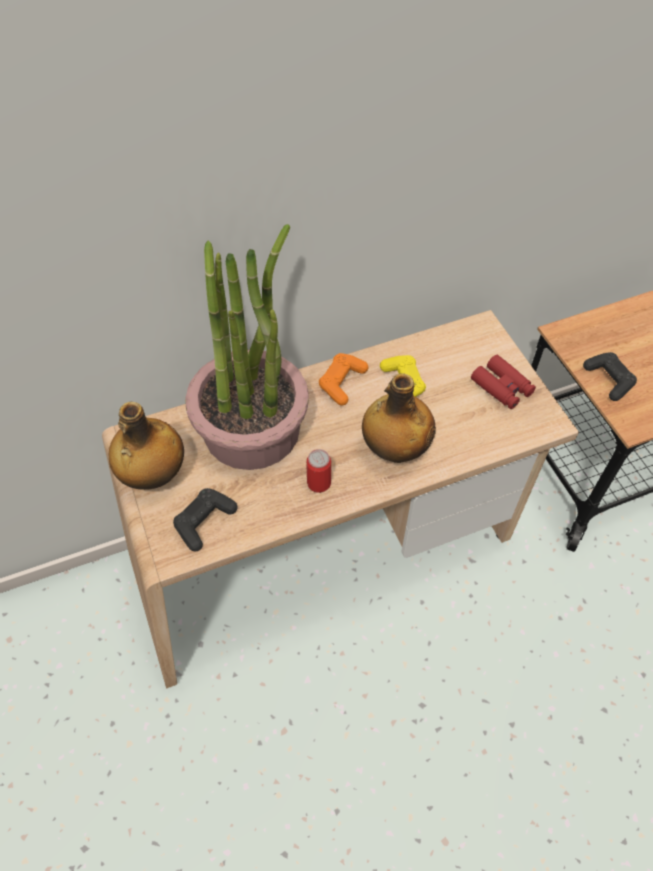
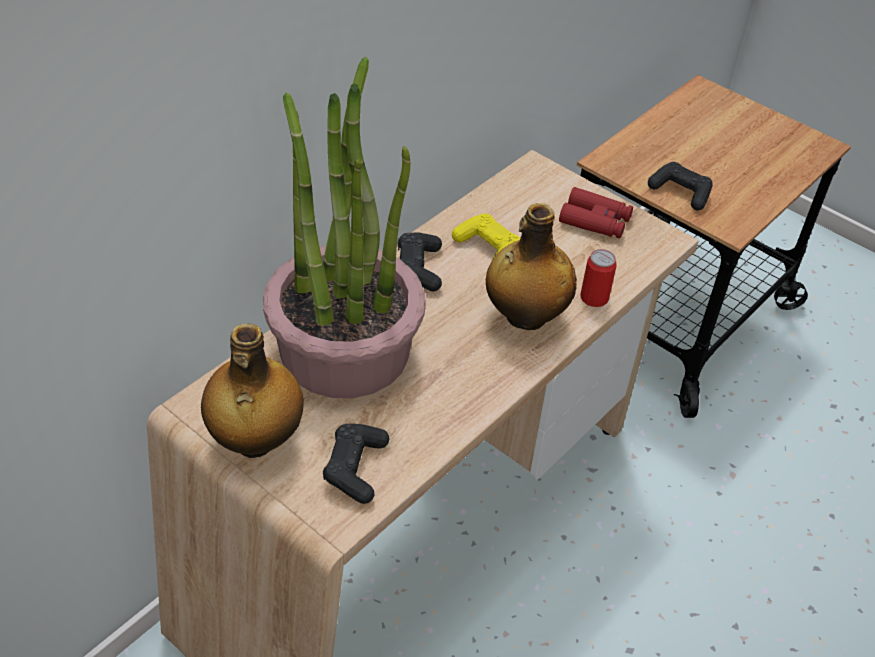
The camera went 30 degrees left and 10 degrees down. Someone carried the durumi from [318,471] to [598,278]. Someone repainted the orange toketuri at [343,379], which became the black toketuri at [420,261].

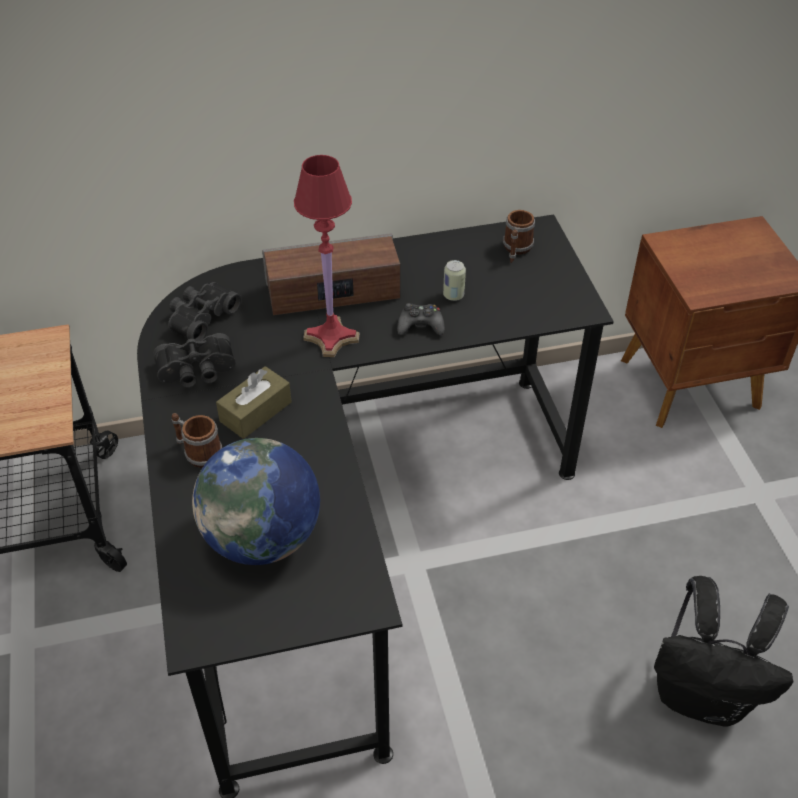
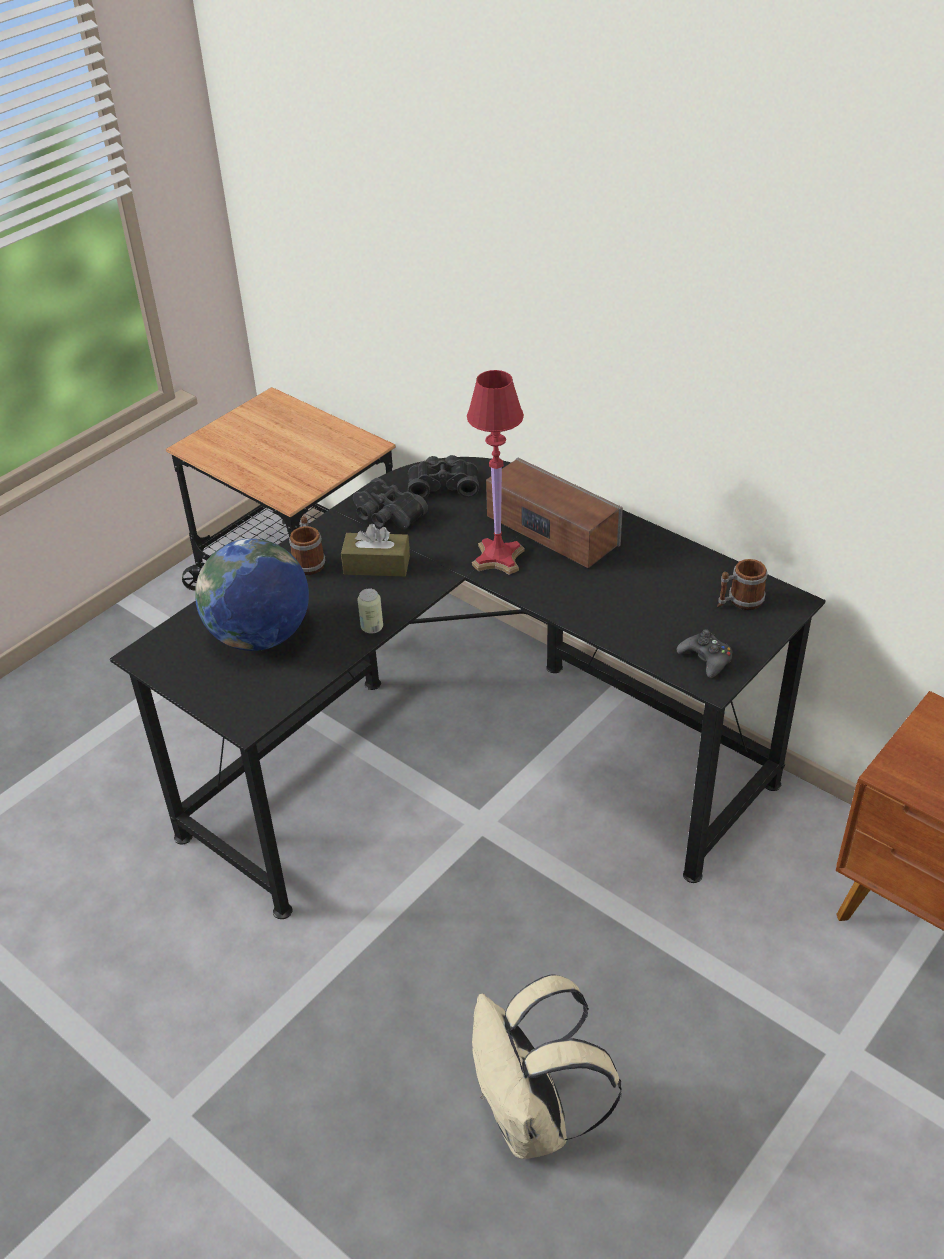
The camera went 55 degrees right and 5 degrees down. Someone carried the black toketuri from [421,319] to [705,653]. Someone carried the durumi from [454,280] to [370,611]. Someone repainted the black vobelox at [723,651], which became the beige vobelox at [546,1066].

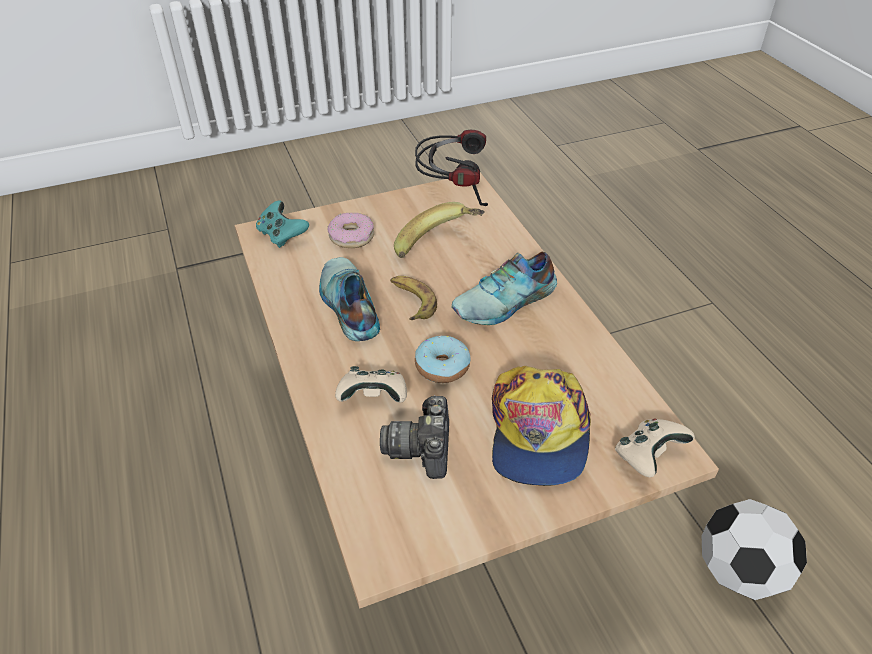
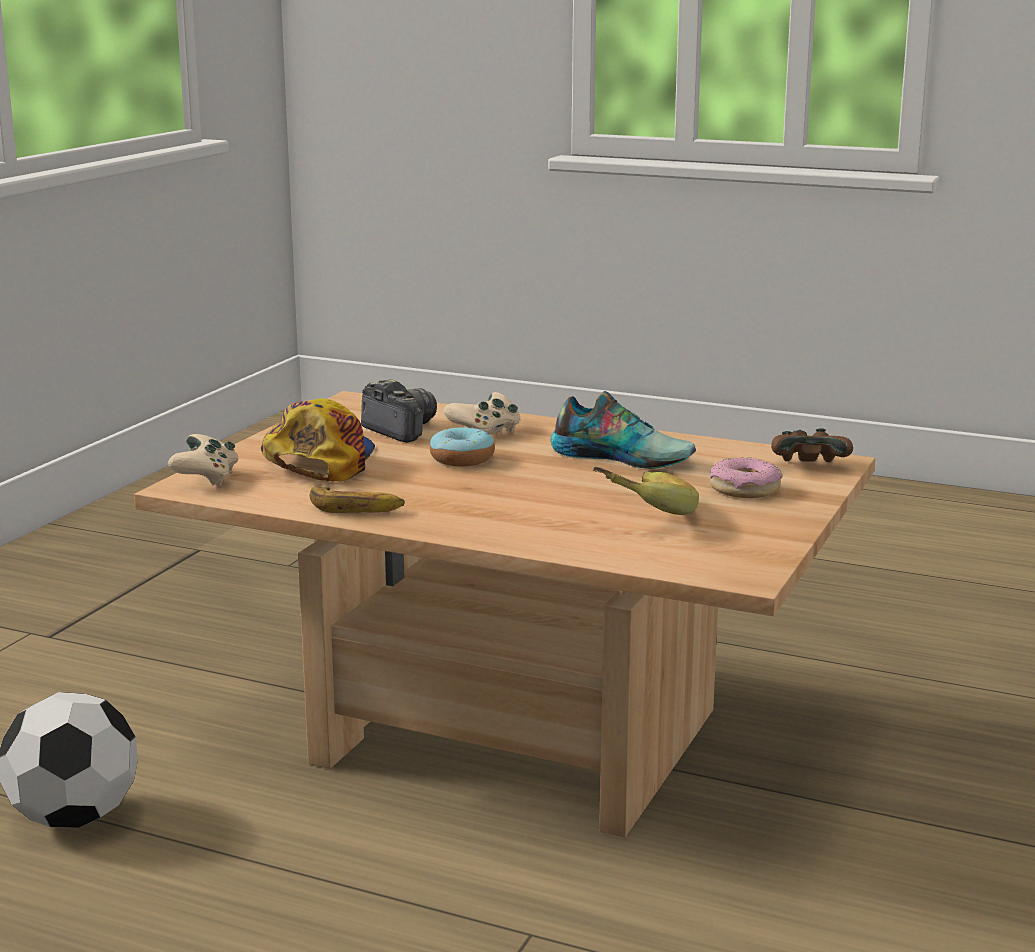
The camera went 135 degrees right and 25 degrees down. Someone repainted the turquoise toketuri at [282,224], which became the brown toketuri at [812,445]. Someone carried the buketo from [413,298] to [357,500]. Someone took away the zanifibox at [451,168]. Someone took away the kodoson at [504,288]. Someone rotated the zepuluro at [541,426] by 45 degrees clockwise.

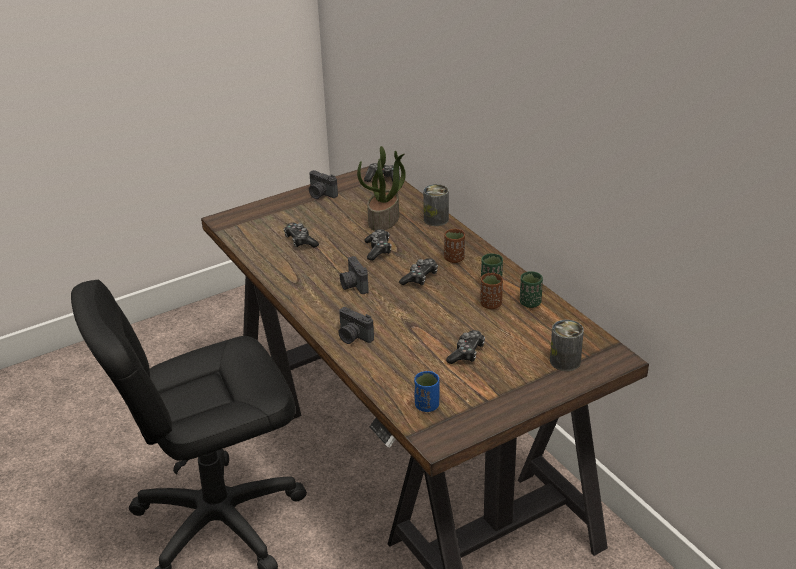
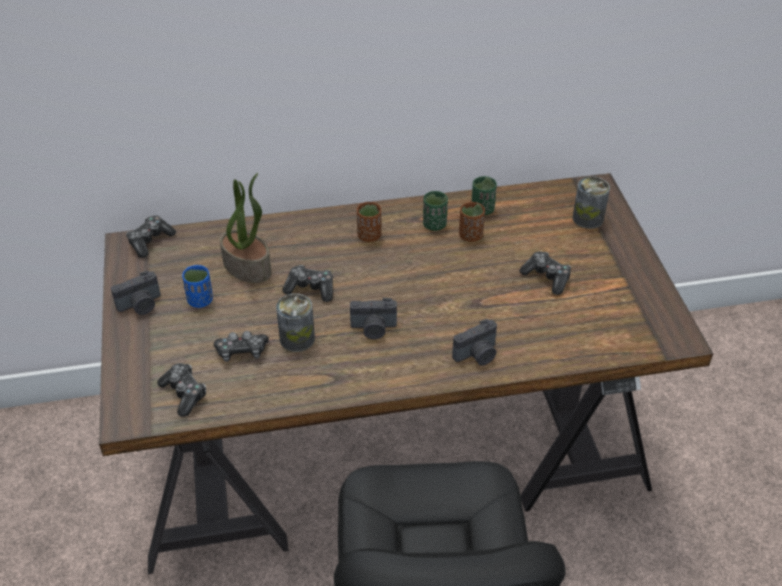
The camera went 70 degrees left and 10 degrees up. Someone carried the toketuri from [418,271] to [181,390]. Someone carried the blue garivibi from [426,391] to [197,286]. Someone carried the durumi from [436,205] to [295,322].

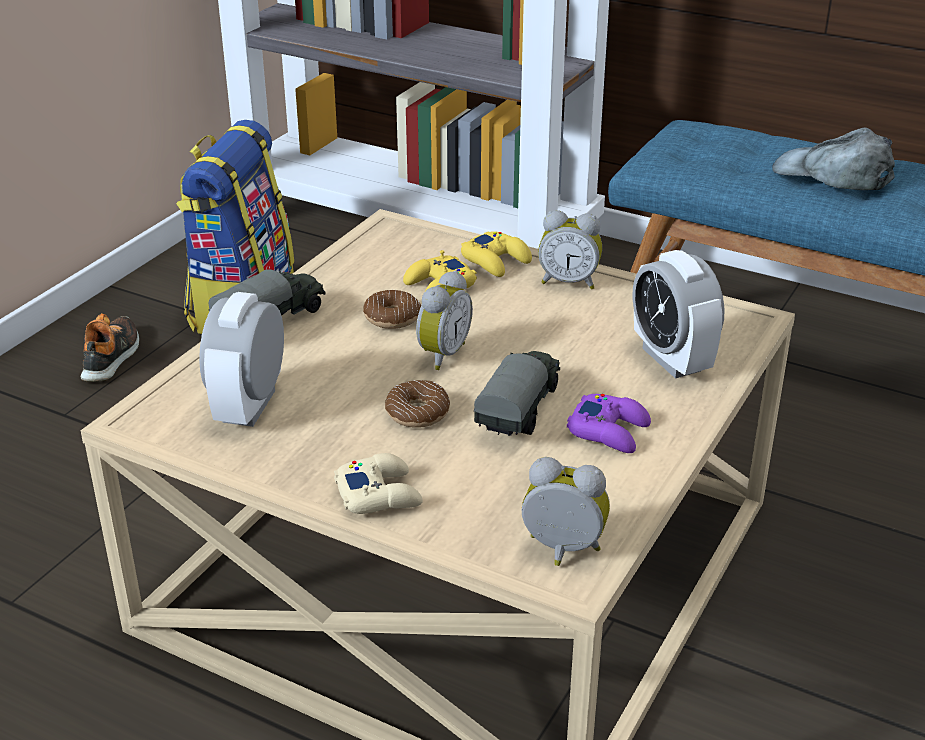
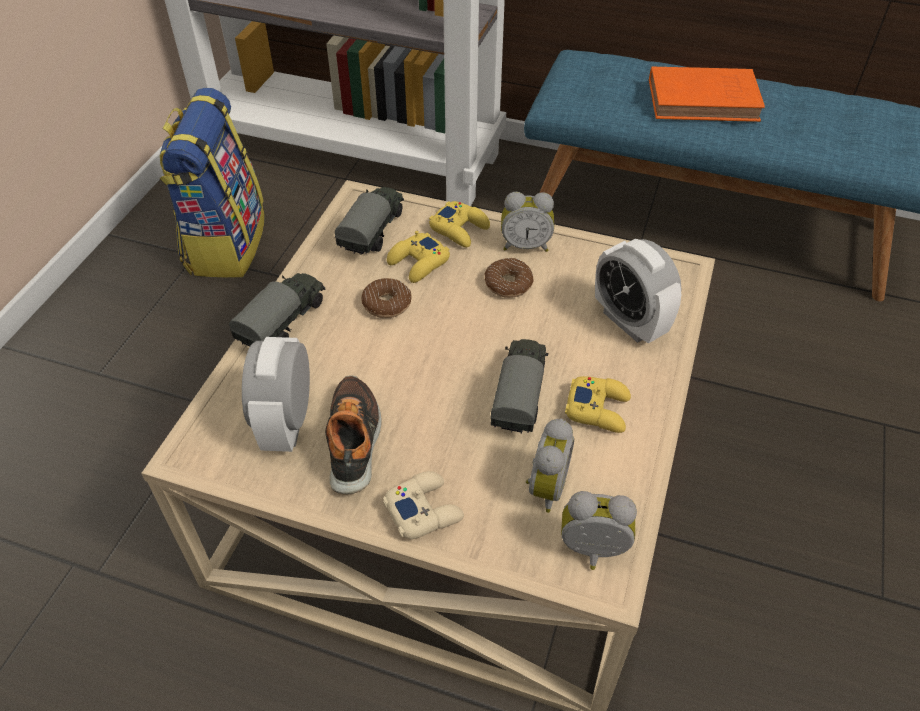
The camera went 10 degrees left and 15 degrees up. Someone carried the kodoson from [110,347] to [353,434]. Someone carried the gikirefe from [417,404] to [509,278]. Someone carried the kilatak from [444,320] to [550,466]. Someone repainted the purple toketuri at [609,423], which became the yellow toketuri at [598,404]. Someone swapped the grey zepuluro at [833,159] for the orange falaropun at [707,94]. Someone put down the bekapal at [369,221].

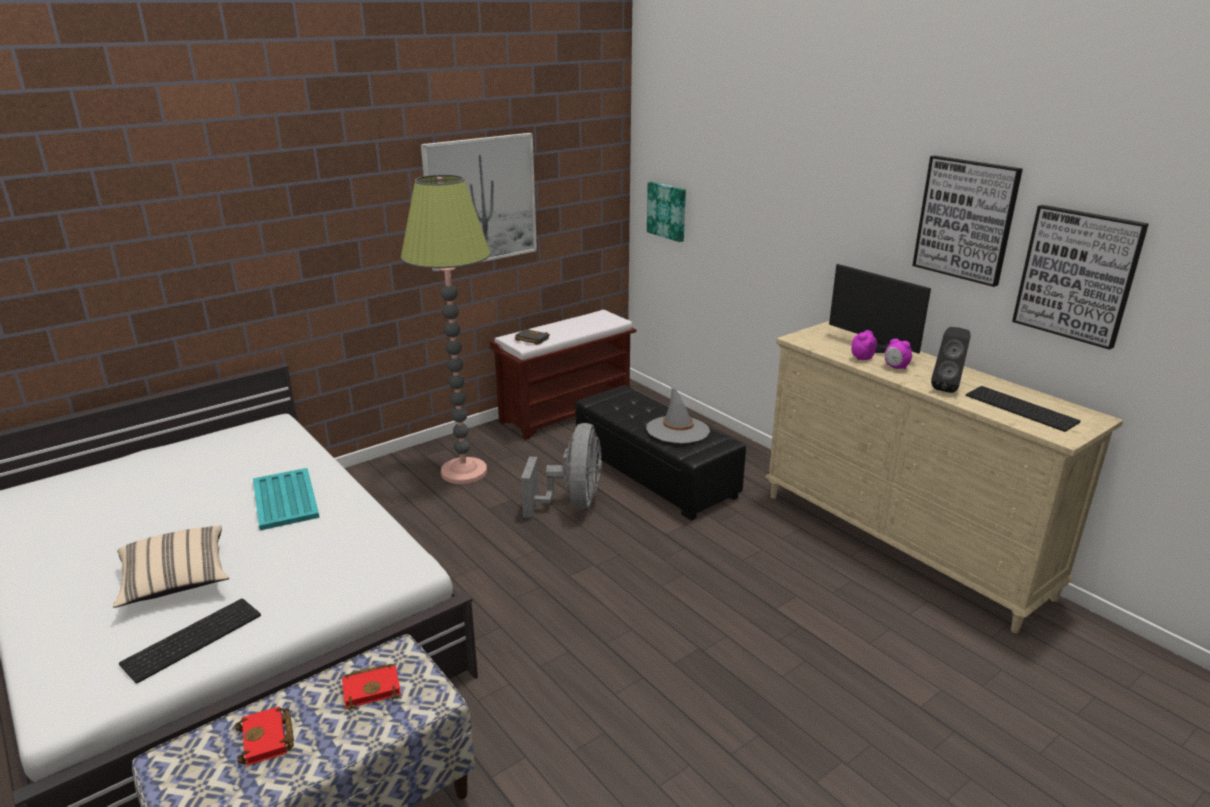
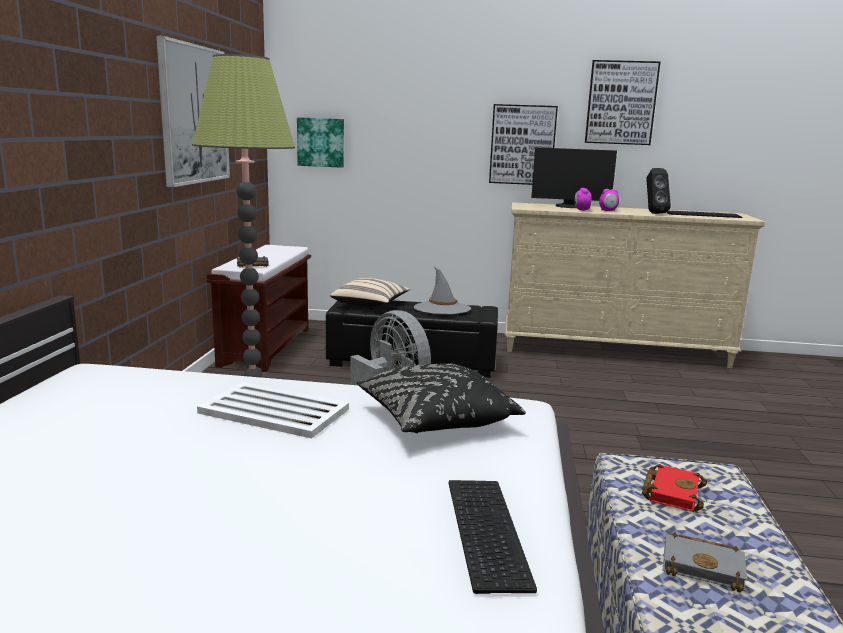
The camera went 45 degrees left and 10 degrees down. Someone carried the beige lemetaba from [171,566] to [370,292]. Someone repainted the red falaropun at [264,736], which became the grey falaropun at [705,562]. Someone repainted the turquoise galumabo at [286,499], which became the white galumabo at [273,410]. Someone carried the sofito from [1080,277] to [523,144]. Someone put down the black lemetaba at [441,398].

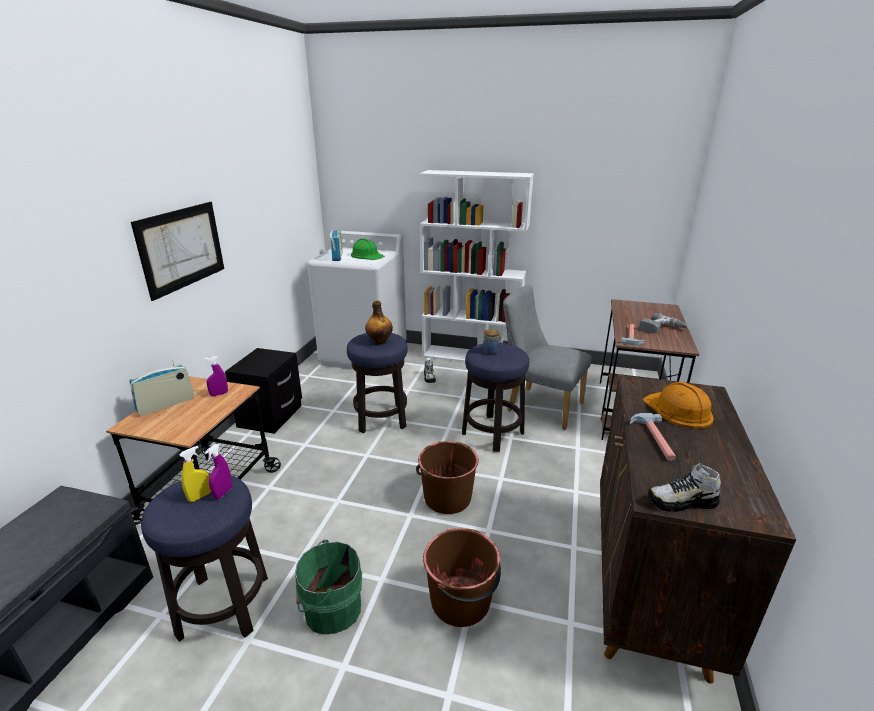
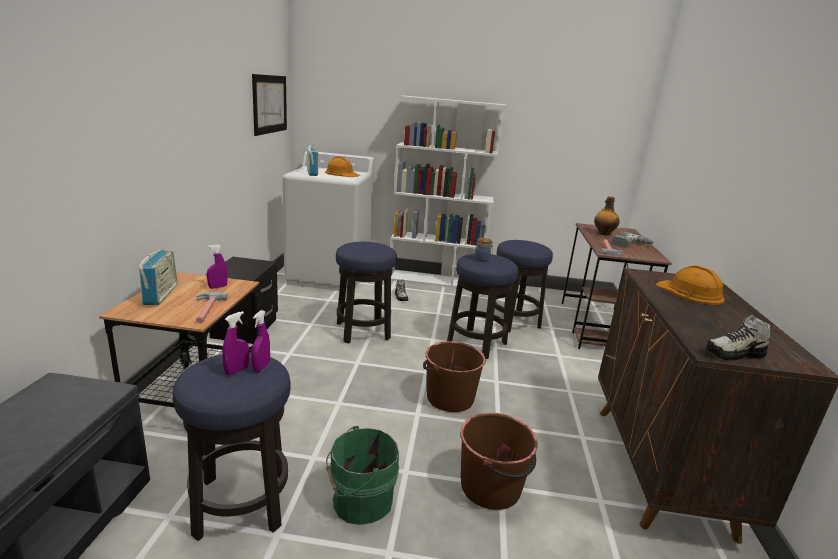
The camera went 10 degrees left and 5 degrees down. Someone rotated the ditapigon at [162,388] by 135 degrees clockwise. Someone carried the sofito from [177,251] to [269,105]. Someone repainted the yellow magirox at [195,474], which became the purple magirox at [235,343]. Someone repainted the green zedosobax at [368,249], which became the orange zedosobax at [342,167]. Someone carried the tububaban from [379,322] to [607,215]. Someone swapped the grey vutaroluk at [547,357] for the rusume at [524,286]. Someone carried the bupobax from [652,437] to [212,307].

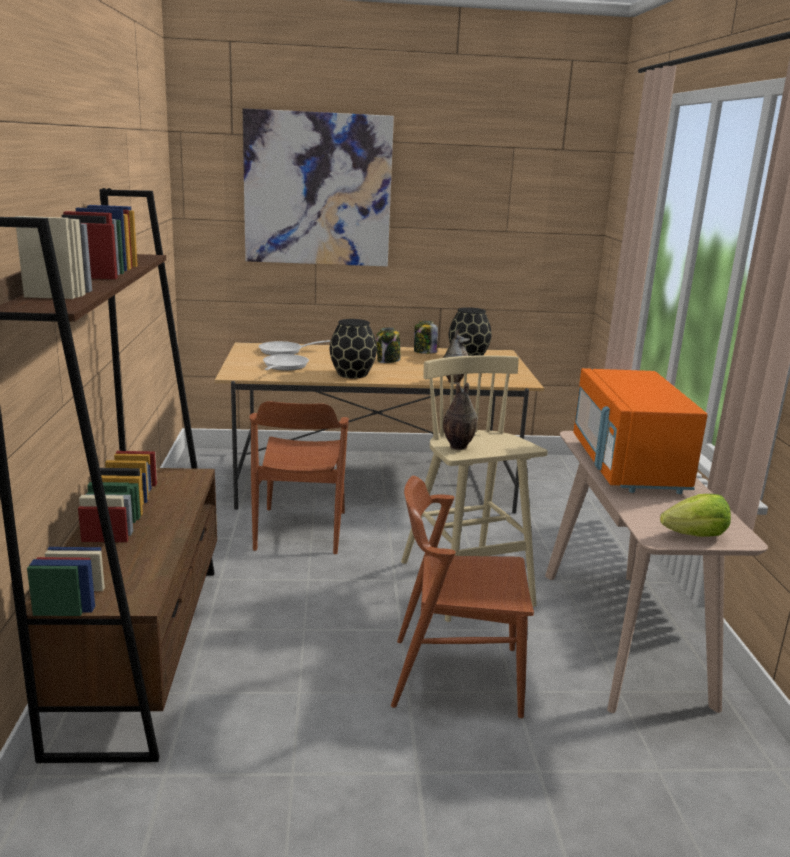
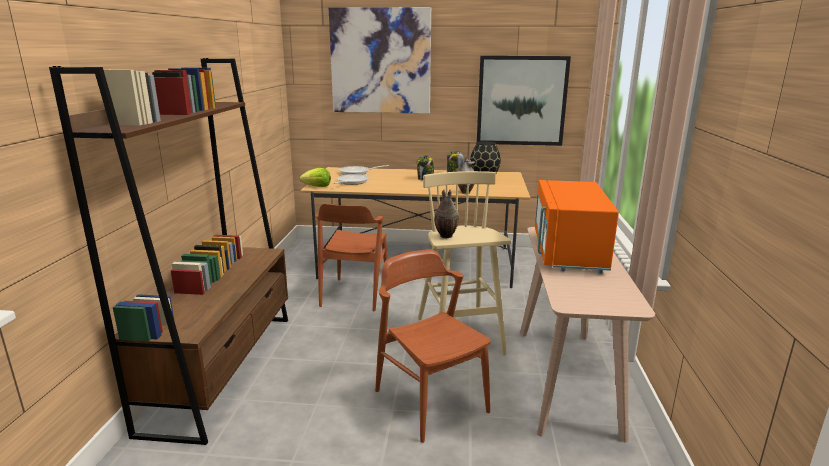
The camera went 10 degrees right and 0 degrees up. Someone took away the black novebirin at [353,349]. Someone rotated the brown vutaroluk at [462,596] by 45 degrees clockwise. Someone carried the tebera from [695,515] to [315,177]. Someone put up the sofito at [524,101].

